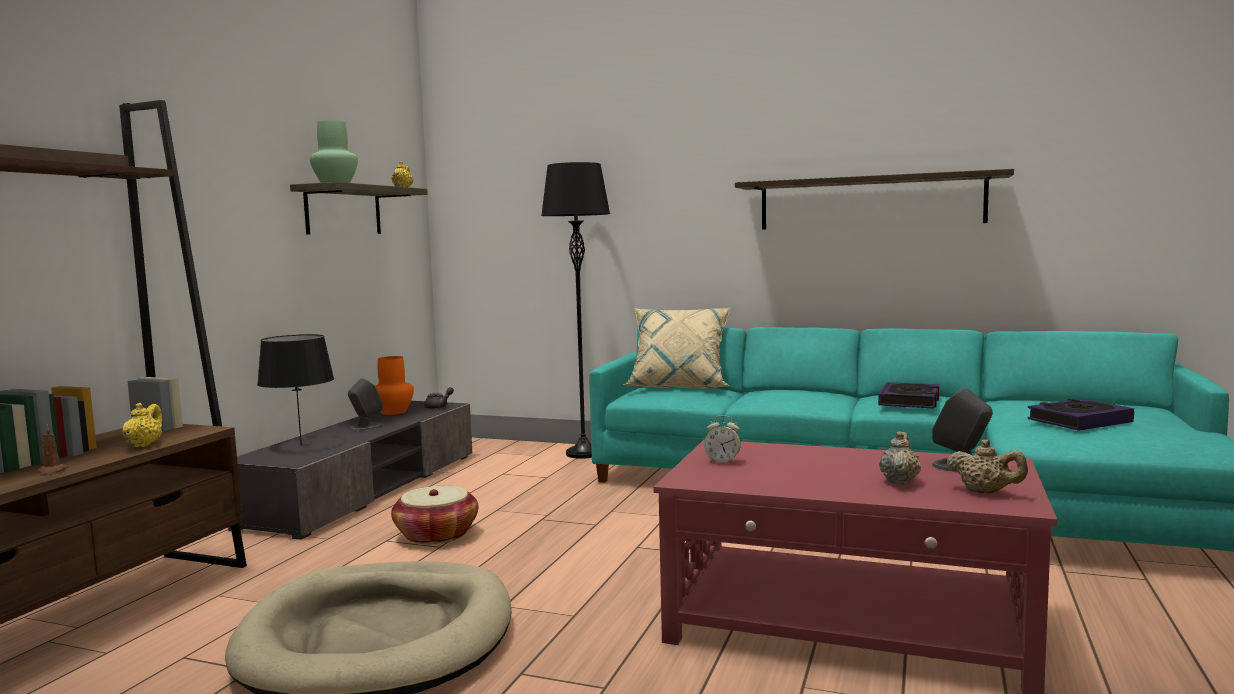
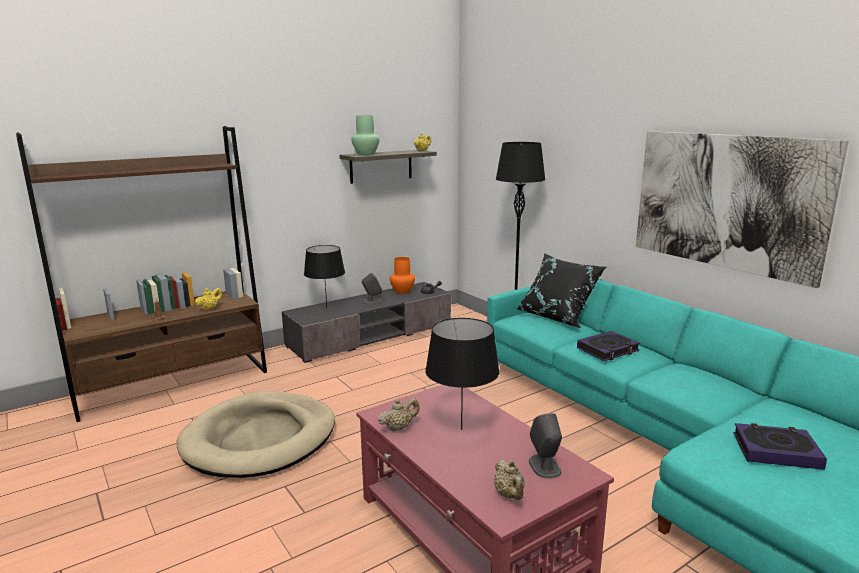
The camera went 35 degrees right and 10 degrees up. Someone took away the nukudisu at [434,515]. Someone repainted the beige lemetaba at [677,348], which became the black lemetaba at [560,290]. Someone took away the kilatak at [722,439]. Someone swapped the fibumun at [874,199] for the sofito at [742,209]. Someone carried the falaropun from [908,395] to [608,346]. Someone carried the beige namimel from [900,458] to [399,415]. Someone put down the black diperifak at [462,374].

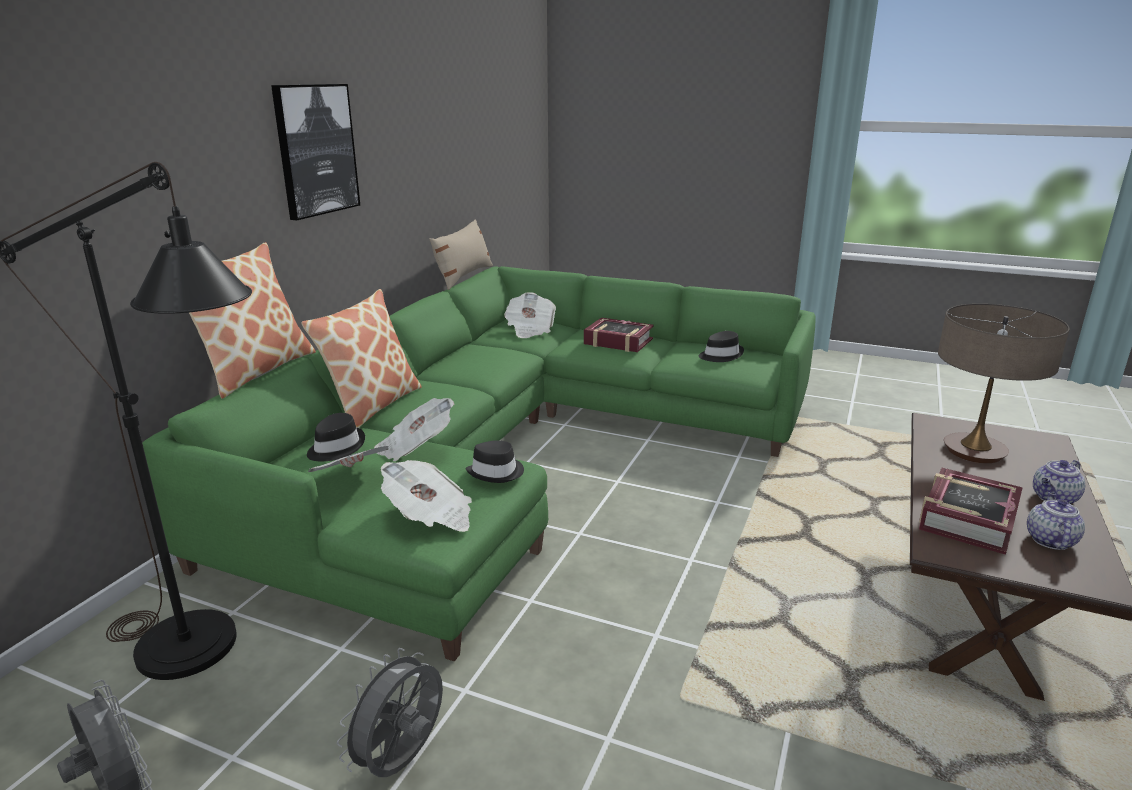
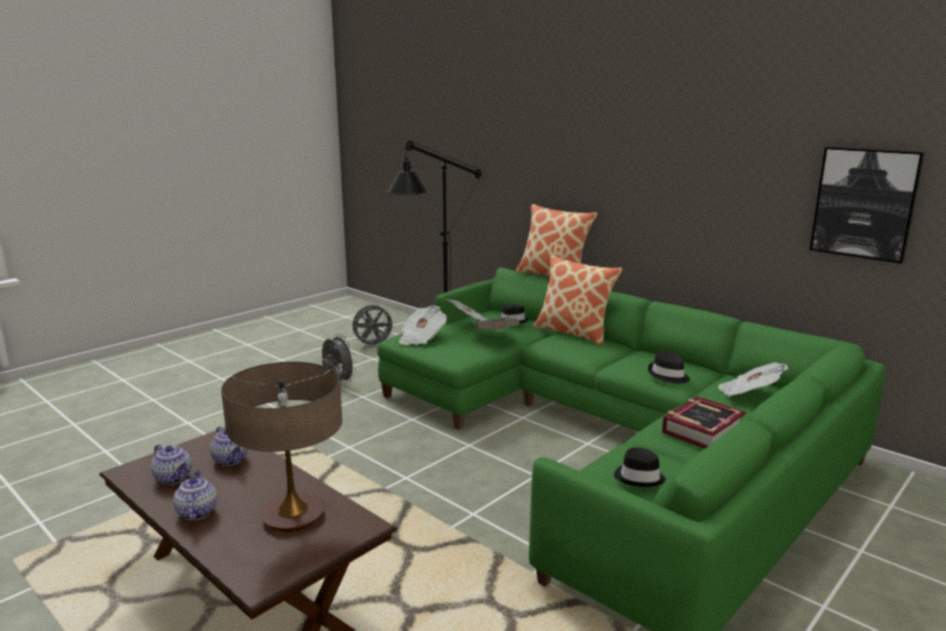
The camera went 110 degrees right and 5 degrees down. Someone carried the sofito from [315,152] to [867,205]. Someone took away the beige lemetaba at [461,254]. Someone carried the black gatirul from [494,461] to [669,367]. Someone swapped the falaropun at [971,511] for the namimel at [229,446].

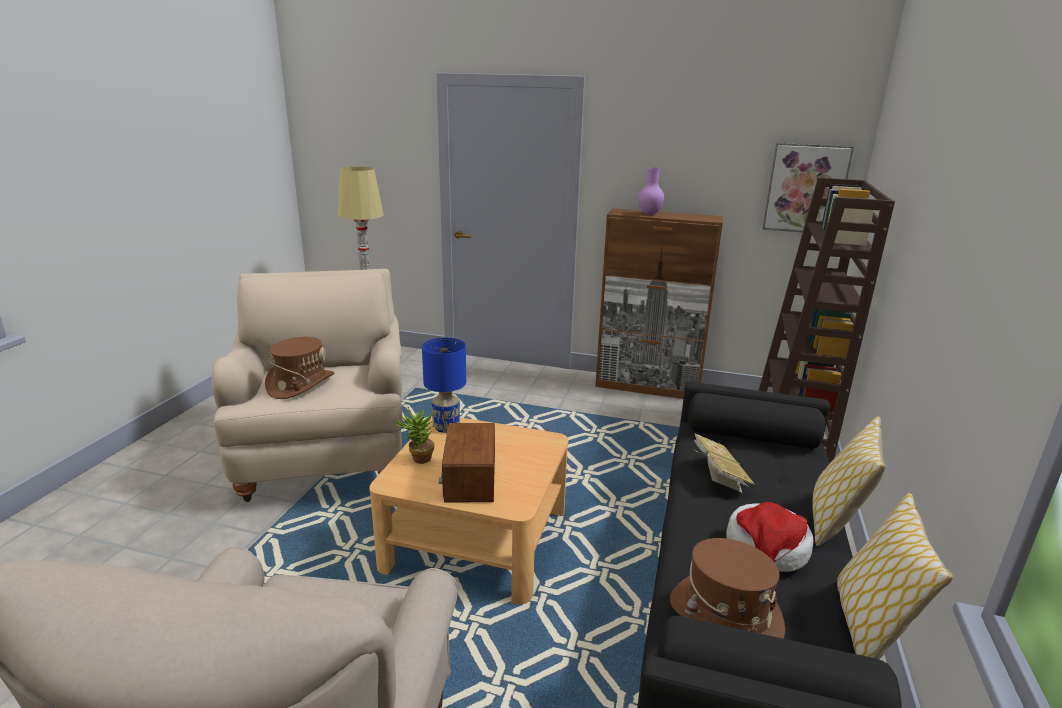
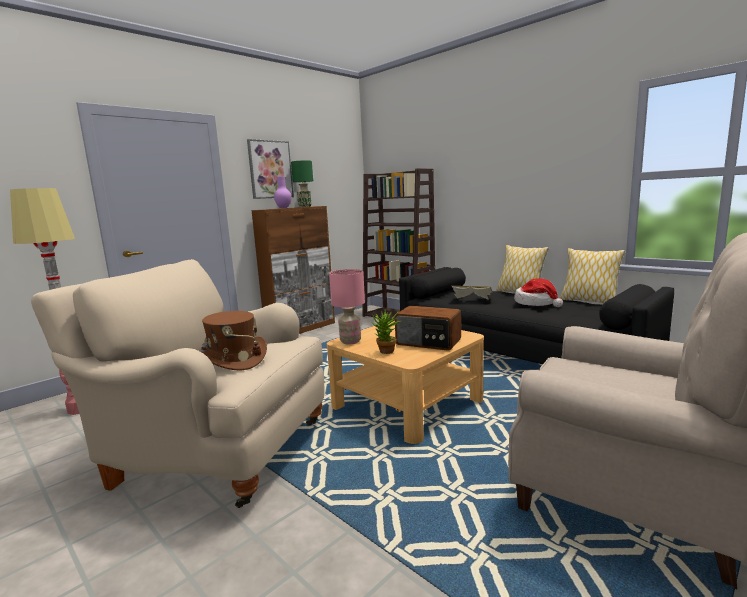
The camera went 60 degrees left and 10 degrees down. Someone repainted the blue diperifak at [444,385], which became the pink diperifak at [347,306]. Someone took away the brown gatirul at [727,588]. Someone carried the sofito from [808,187] to [270,169]. Someone put down the green diperifak at [302,183].

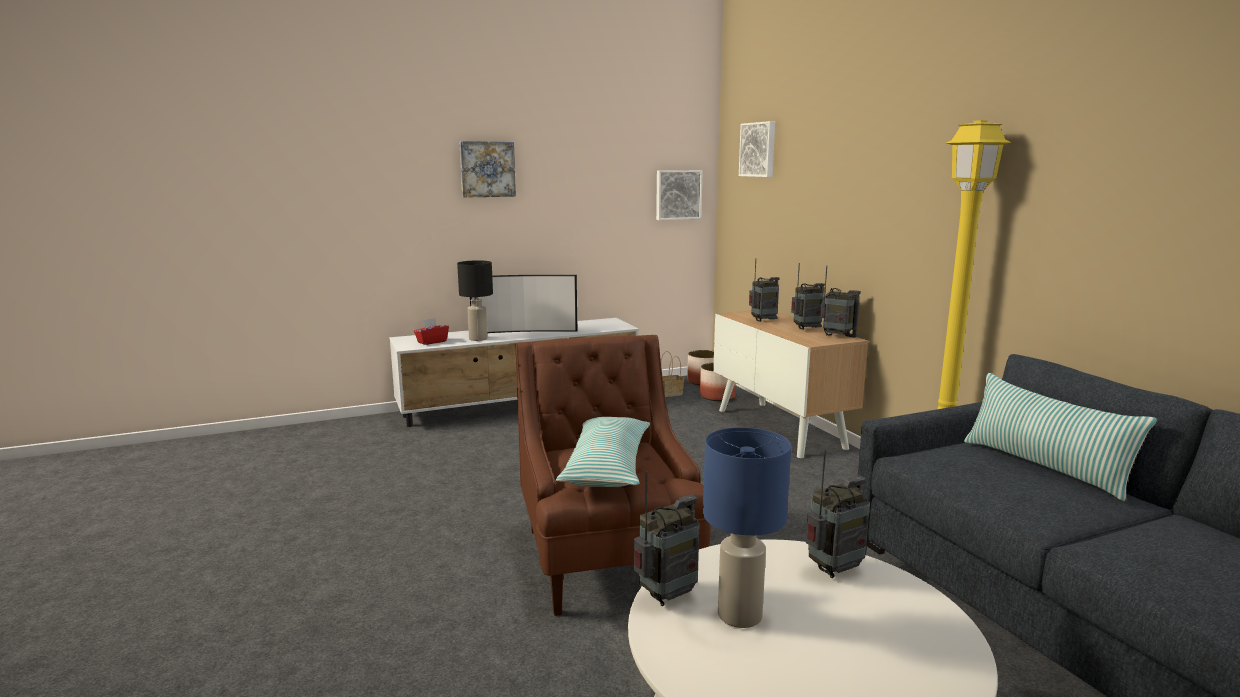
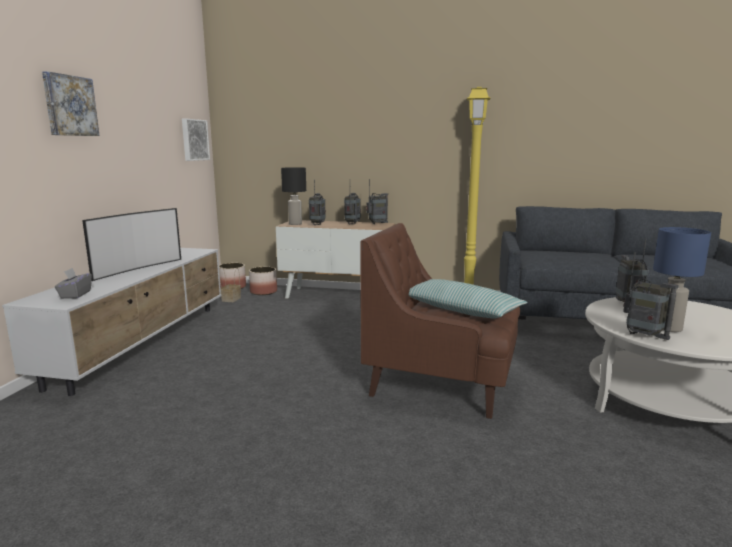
The camera went 55 degrees left and 0 degrees up. Someone repainted the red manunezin at [431,331], which became the grey manunezin at [73,283]. Someone carried the black diperifak from [475,300] to [293,196]. Someone rotated the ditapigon at [666,538] by 135 degrees clockwise. Someone took away the sofito at [757,149]. Someone took away the lemetaba at [1060,437].

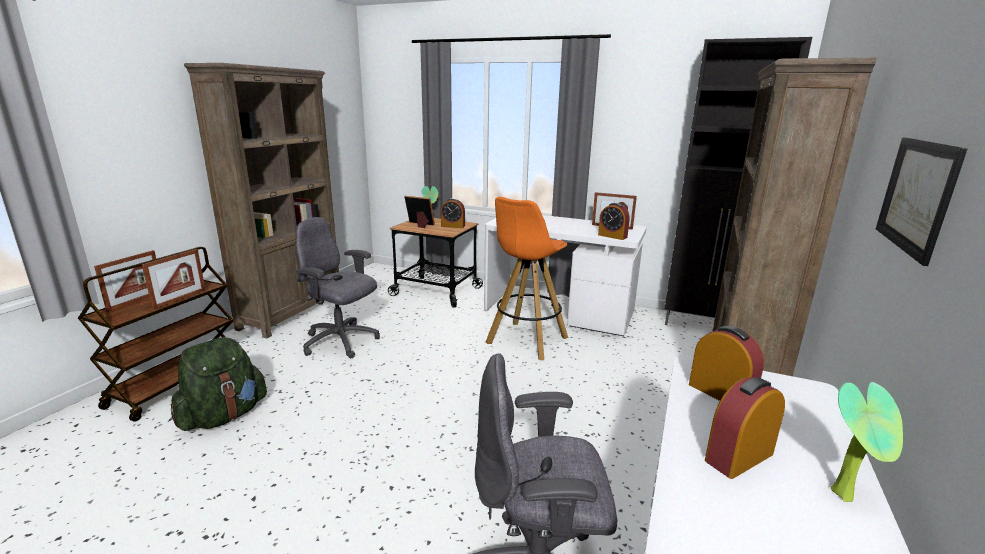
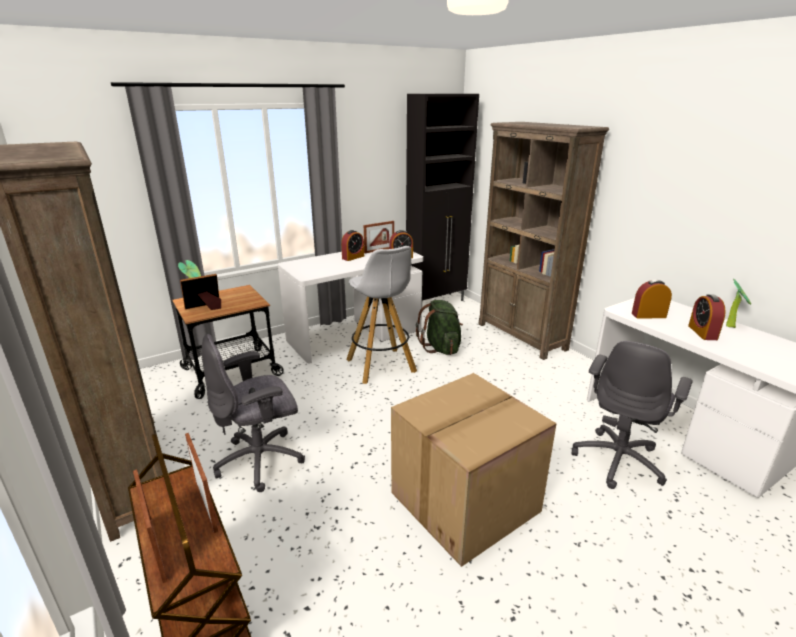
The camera went 55 degrees left and 5 degrees up. Someone carried the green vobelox from [219,384] to [439,327]. Someone carried the kilatak from [453,213] to [352,245]. Someone repainted the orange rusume at [527,278], which became the white rusume at [381,315]. Someone took away the sofito at [921,202]. Someone put down the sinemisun at [474,470].

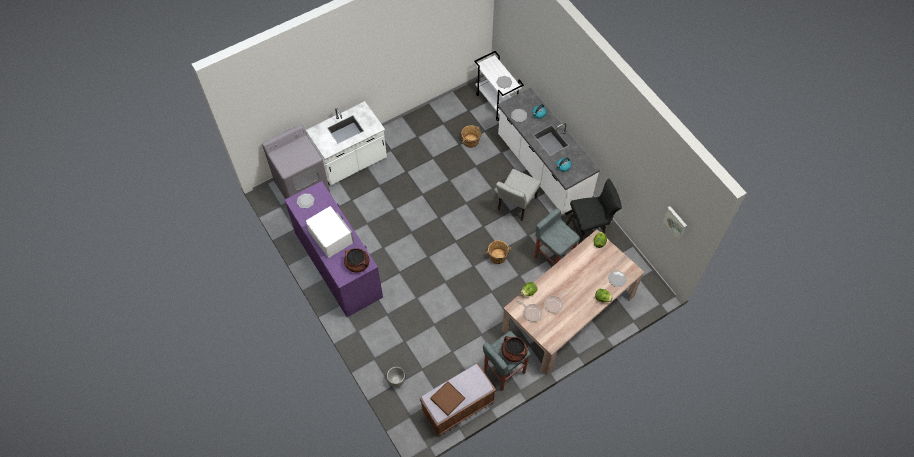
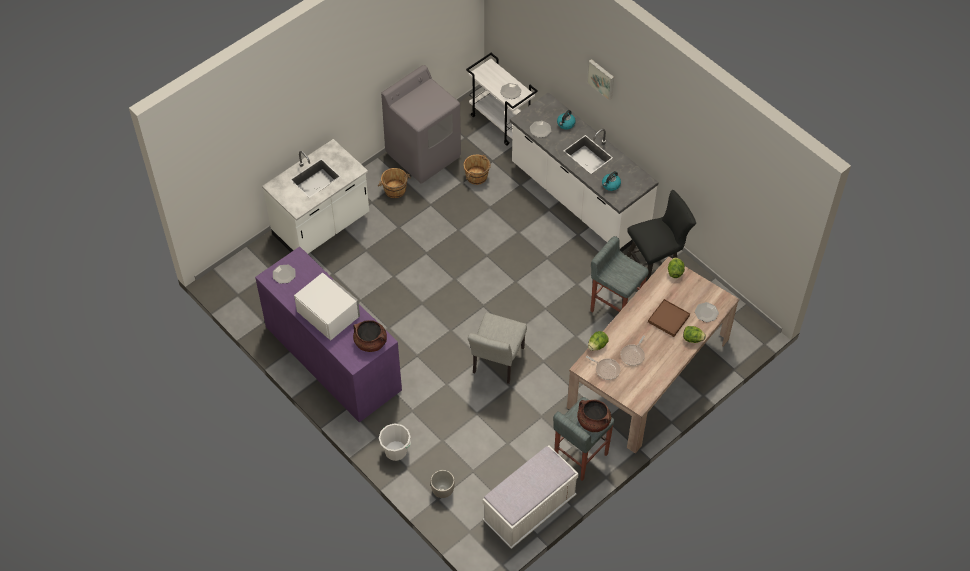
The camera went 10 degrees left and 5 degrees down. Someone carried the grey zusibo from [296,161] to [421,124]. Someone repainted the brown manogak at [458,400], which became the white manogak at [531,497]. Someone carried the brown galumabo from [447,398] to [669,318]. Someone carried the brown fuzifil from [498,252] to [394,183]. Someone carried the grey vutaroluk from [518,195] to [497,348]. Someone carried the sofito from [674,223] to [600,79]. Someone put down the white fuzifil at [395,442].

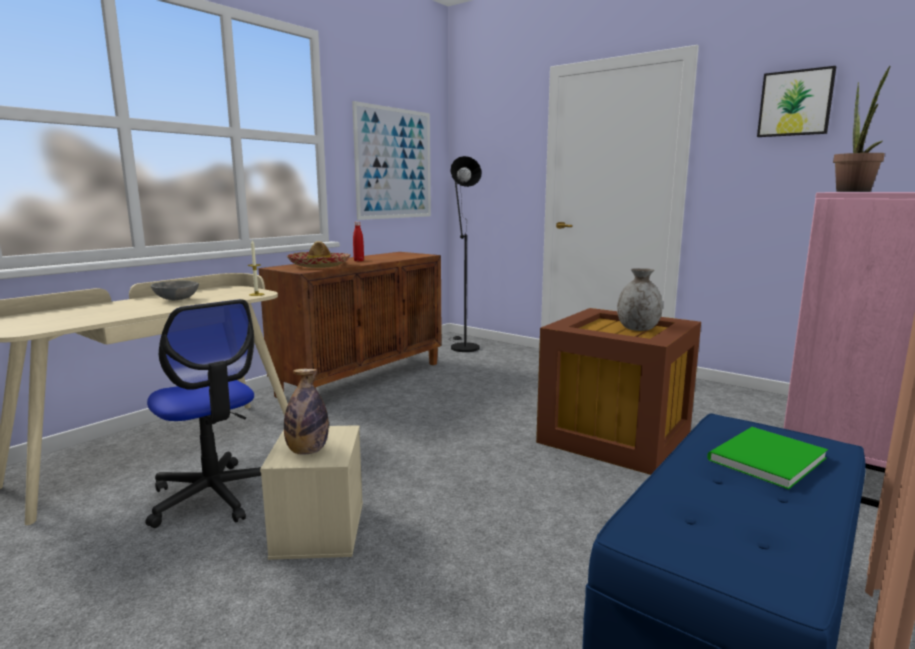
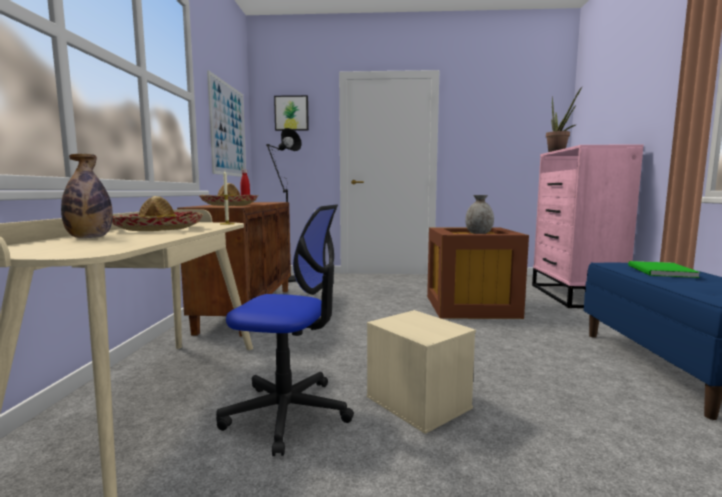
The camera went 35 degrees left and 5 degrees down. Someone swapped the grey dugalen at [175,291] for the gatirul at [158,213]. Someone carried the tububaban from [306,412] to [87,196]. Someone carried the sofito from [796,101] to [291,113].

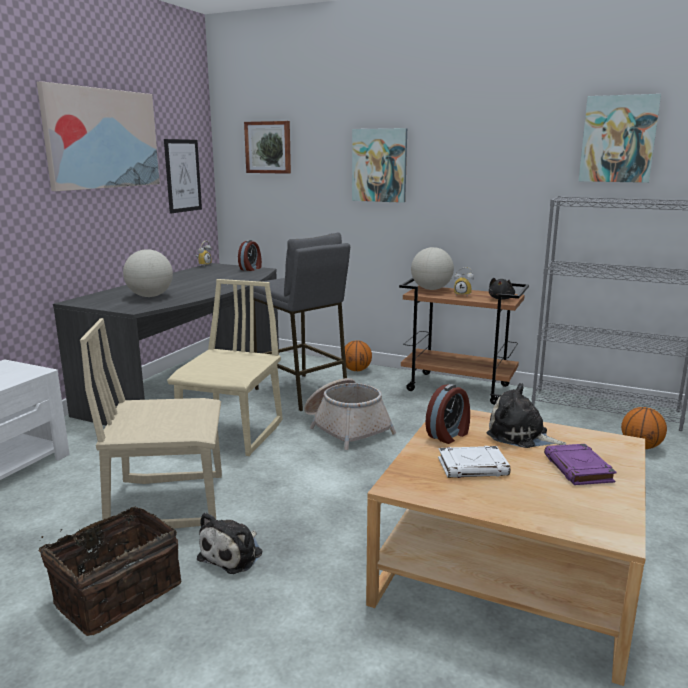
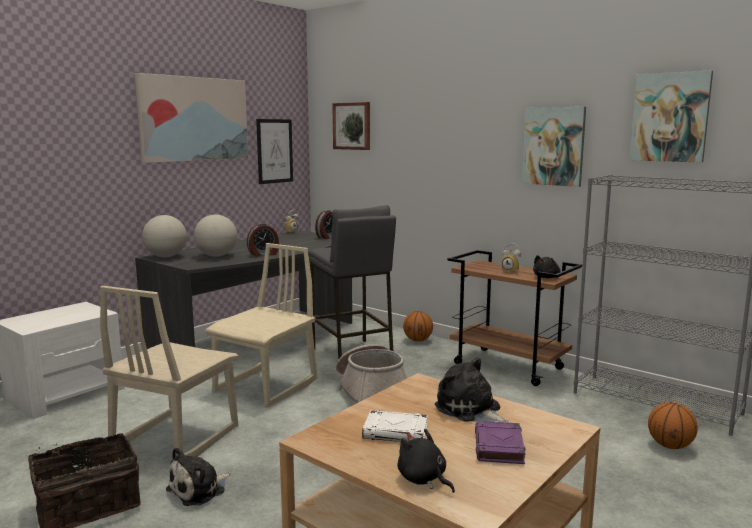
The camera went 15 degrees right and 5 degrees down. Someone rotated the beige vutaroluk at [151,423] by 75 degrees counterclockwise. Someone carried the sofito from [379,165] to [554,147]. Someone carried the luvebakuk from [432,268] to [164,236]. Someone carried the kilatak from [447,414] to [263,240]. Someone put down the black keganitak at [426,461].

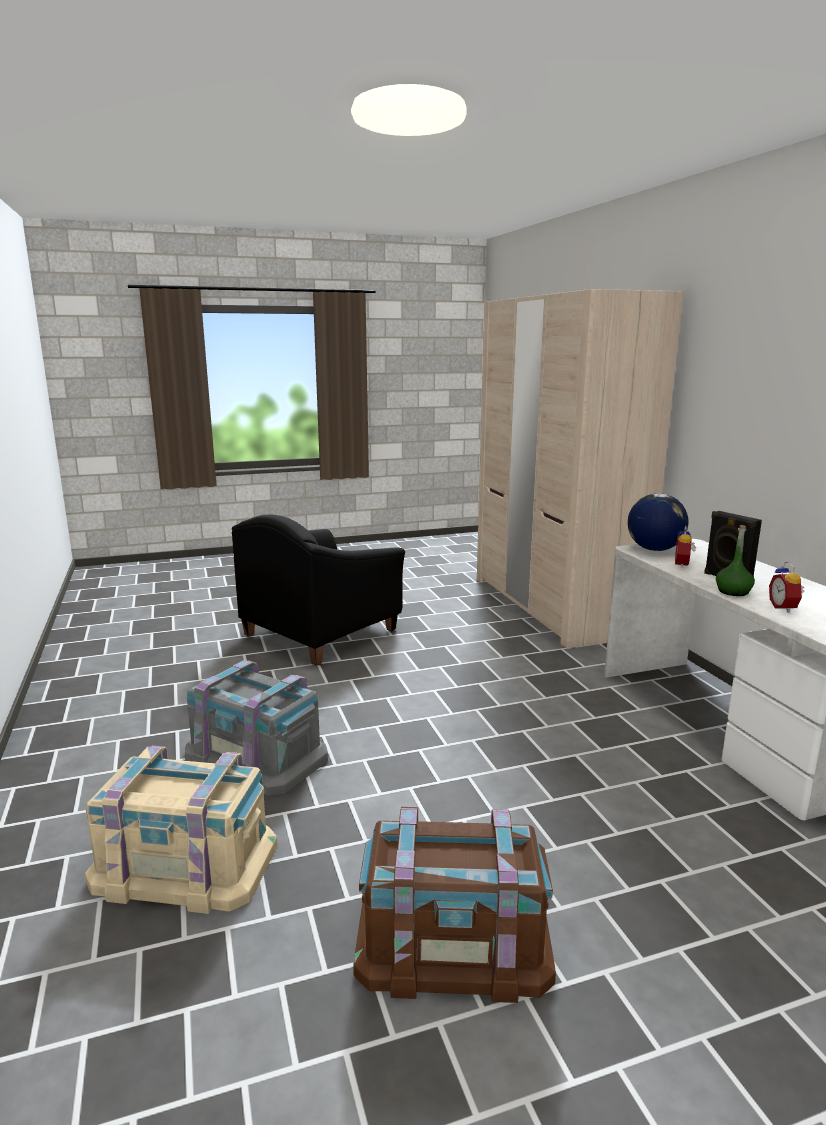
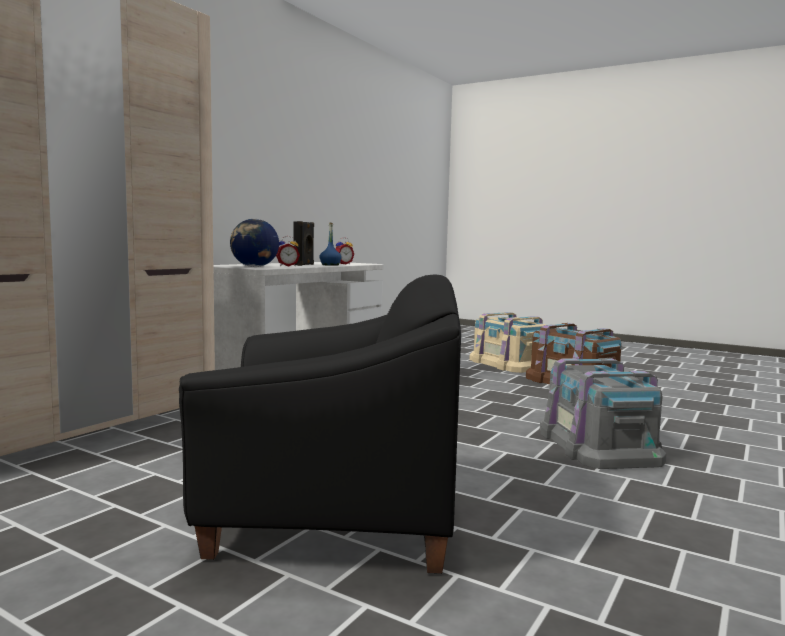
The camera went 130 degrees left and 10 degrees down. Someone carried the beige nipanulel from [181,830] to [507,342]. Someone repainted the green tububaban at [735,560], which became the blue tububaban at [331,244].

